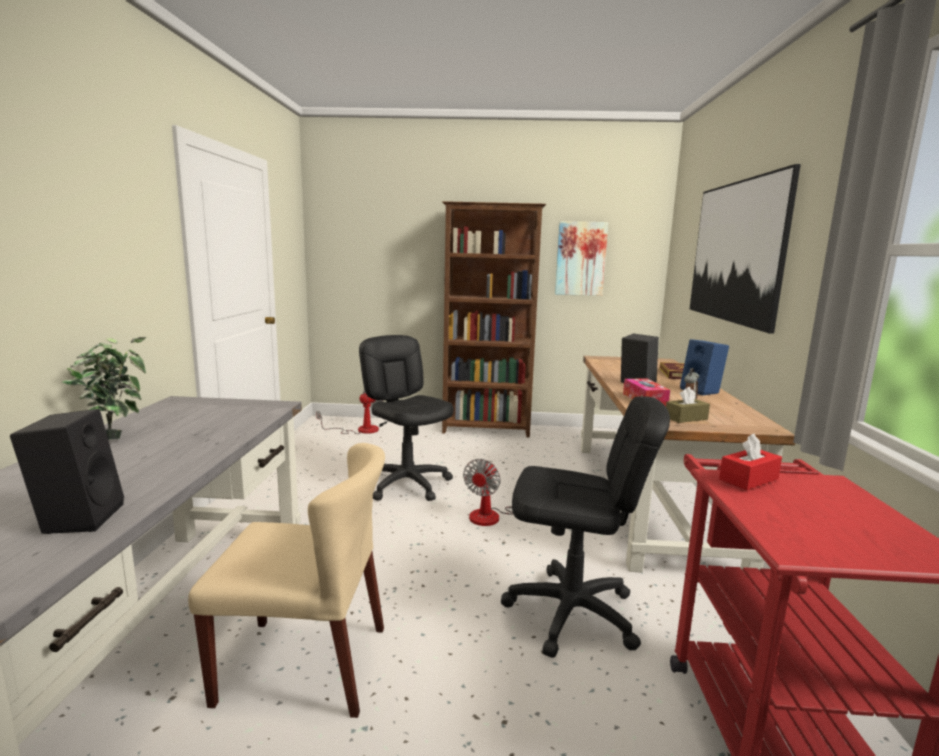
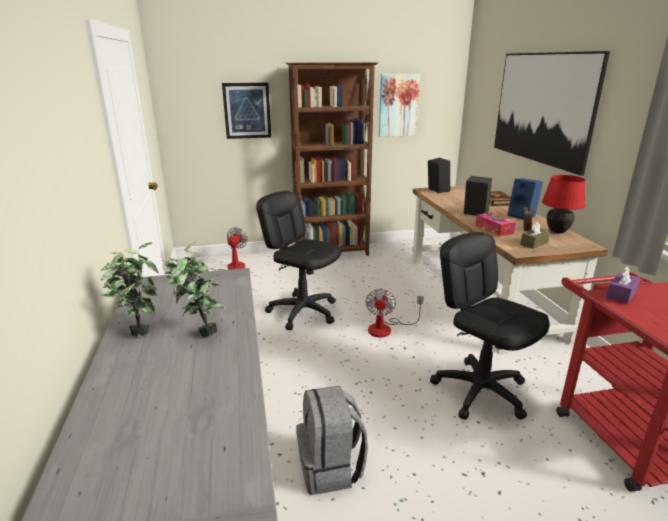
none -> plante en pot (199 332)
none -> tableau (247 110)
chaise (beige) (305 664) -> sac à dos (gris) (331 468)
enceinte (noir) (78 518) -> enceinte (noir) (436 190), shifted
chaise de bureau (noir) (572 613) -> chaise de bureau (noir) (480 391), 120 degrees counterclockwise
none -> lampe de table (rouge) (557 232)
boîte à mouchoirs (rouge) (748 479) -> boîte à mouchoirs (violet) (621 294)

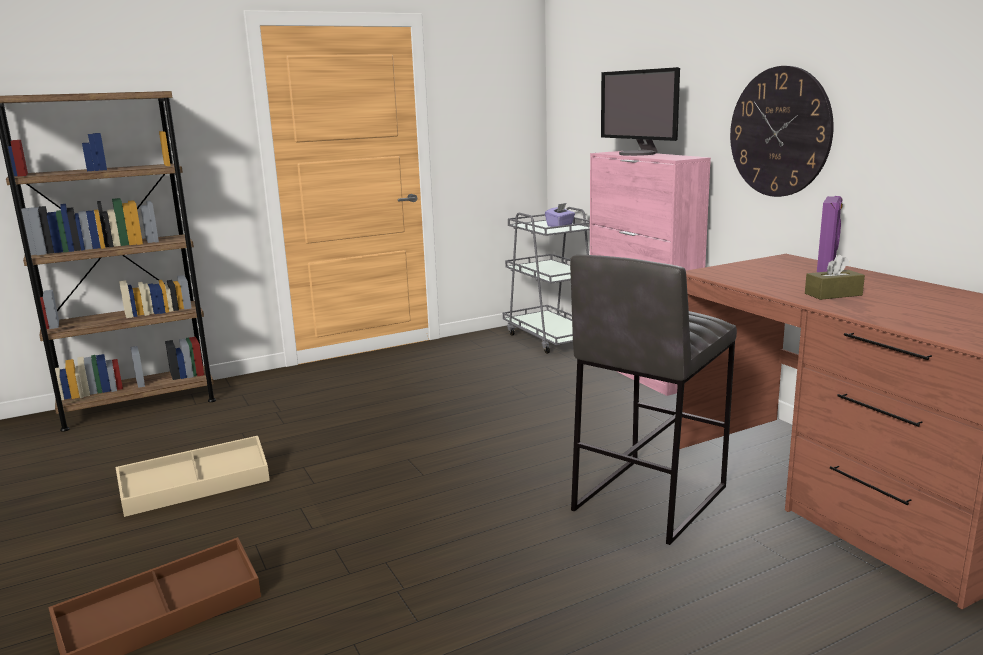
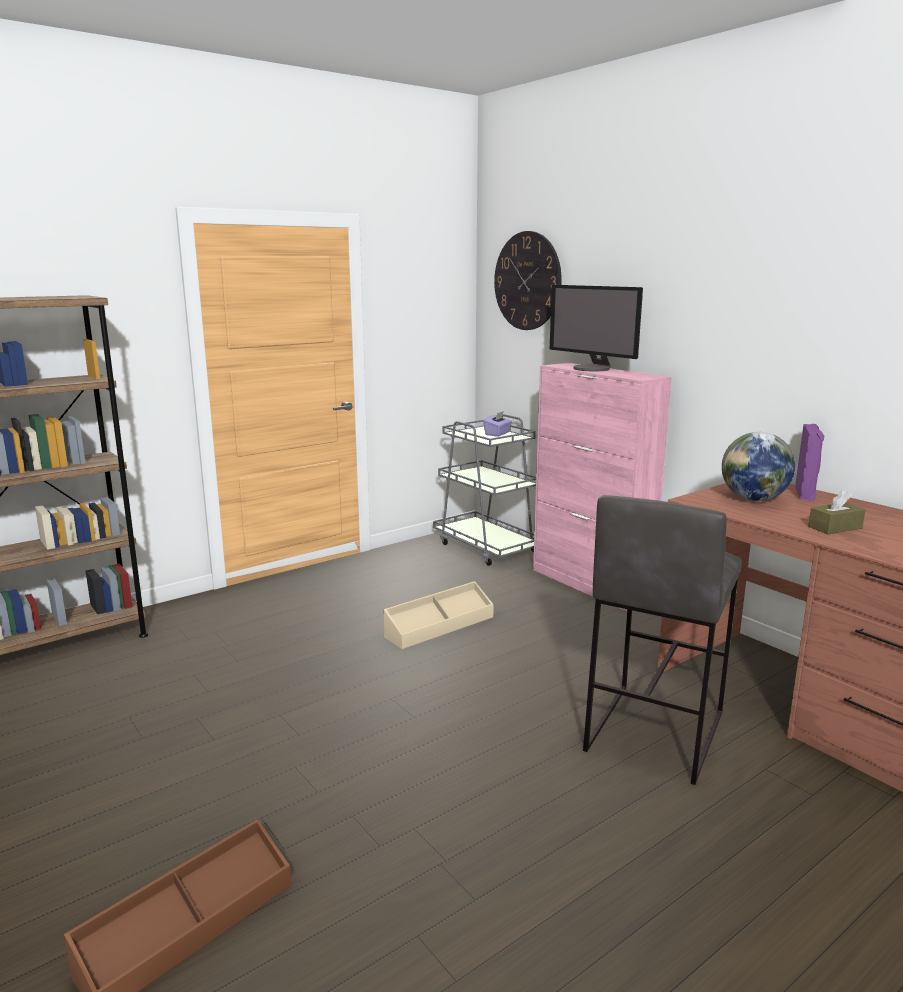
boîte de rangement (beige) (196 489) -> boîte de rangement (beige) (439 626), shifted
horloge murale (779 132) -> horloge murale (527 281), shifted
none -> globe (753 499)

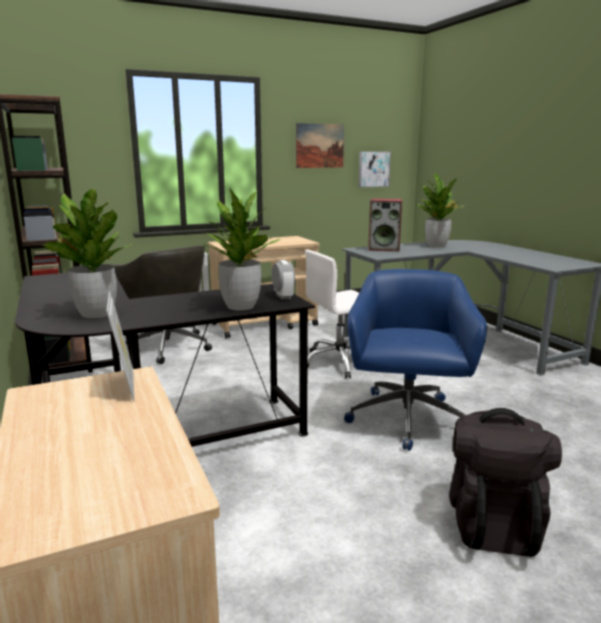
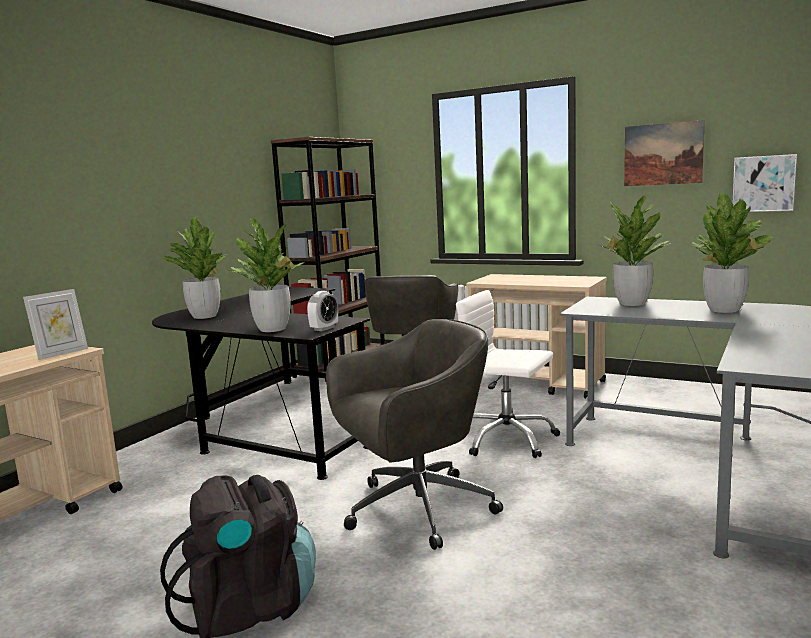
chaise de bureau (bleu) (406 420) -> chaise de bureau (gris) (415 510)
enceinte (384 249) -> plante en pot (631 303)

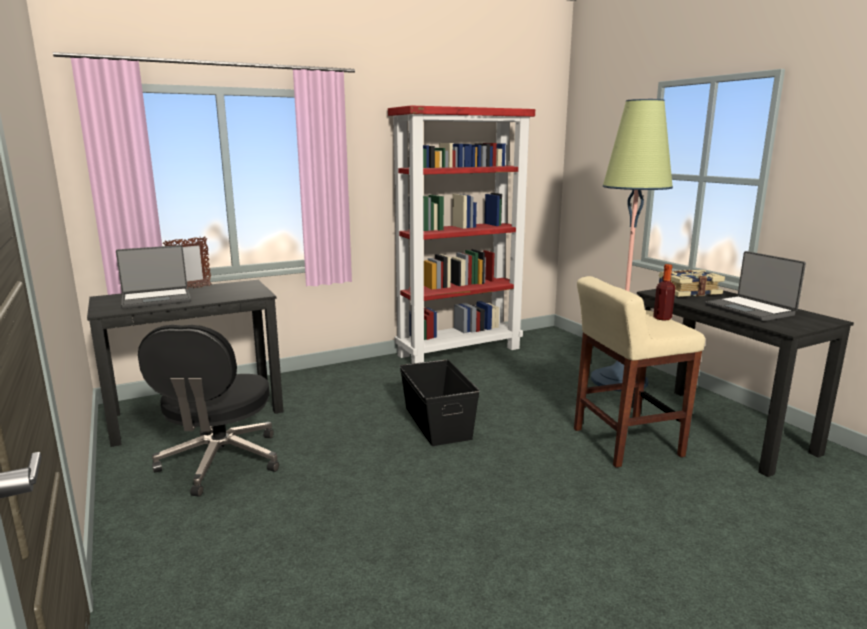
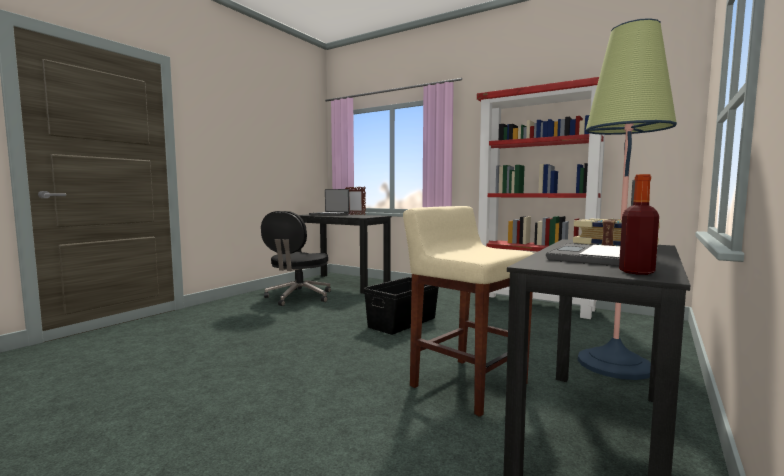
chaise de bureau (noir) (220 462) -> chaise de bureau (noir) (298 297), 45 degrees counterclockwise
bouteille (662 318) -> bouteille (636 272), shifted

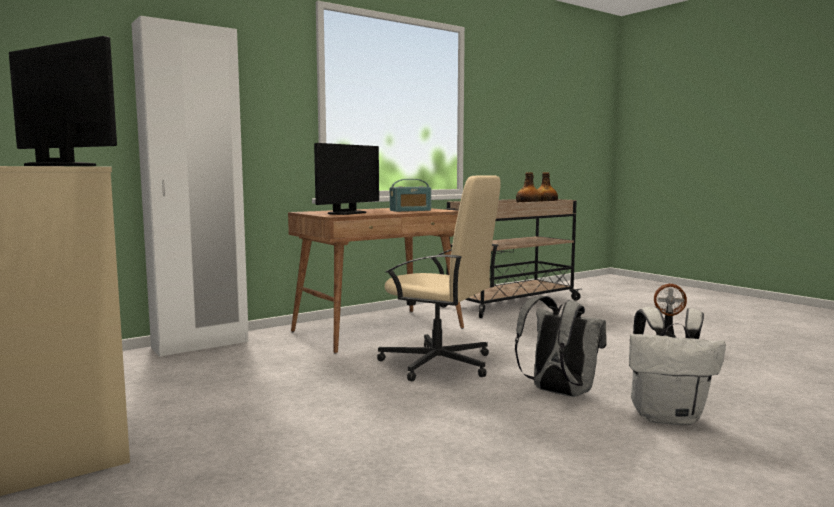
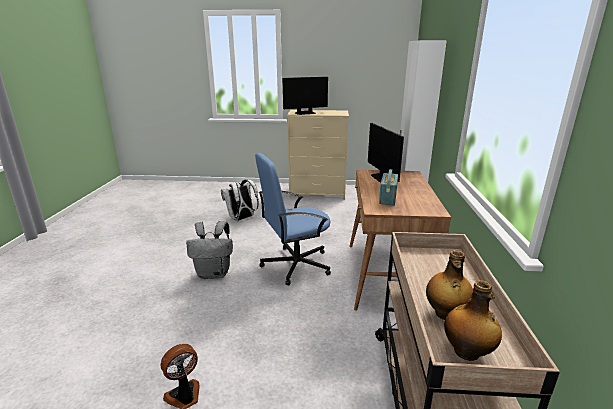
sac à dos (blanc) (667 417) -> sac à dos (blanc) (241 218), shifted
chaise de bureau (beige) (439 364) -> chaise de bureau (bleu) (295 265)

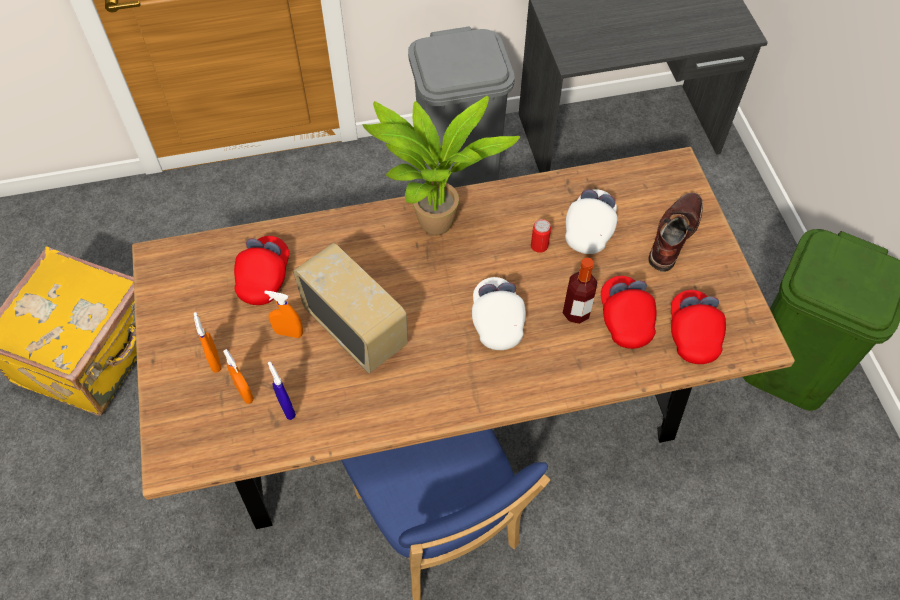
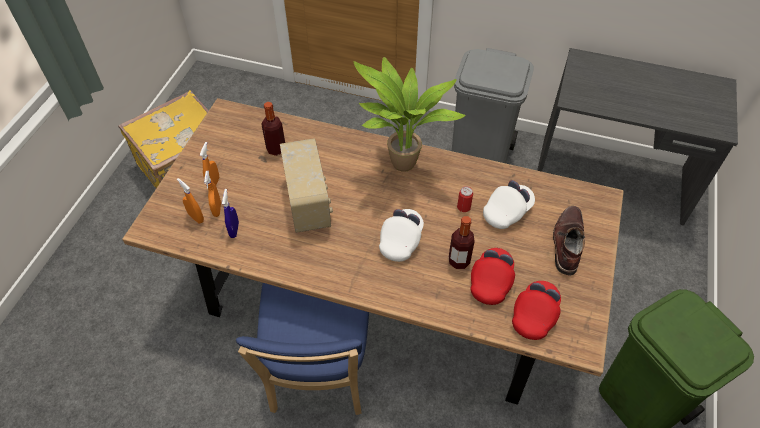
vaporisateur (orange) (288 333) -> vaporisateur (orange) (196 217), shifted
casquette (rouge) (264 277) -> bouteille (276 149)
botte (marron) (673 235) -> botte (marron) (567 243), 45 degrees counterclockwise

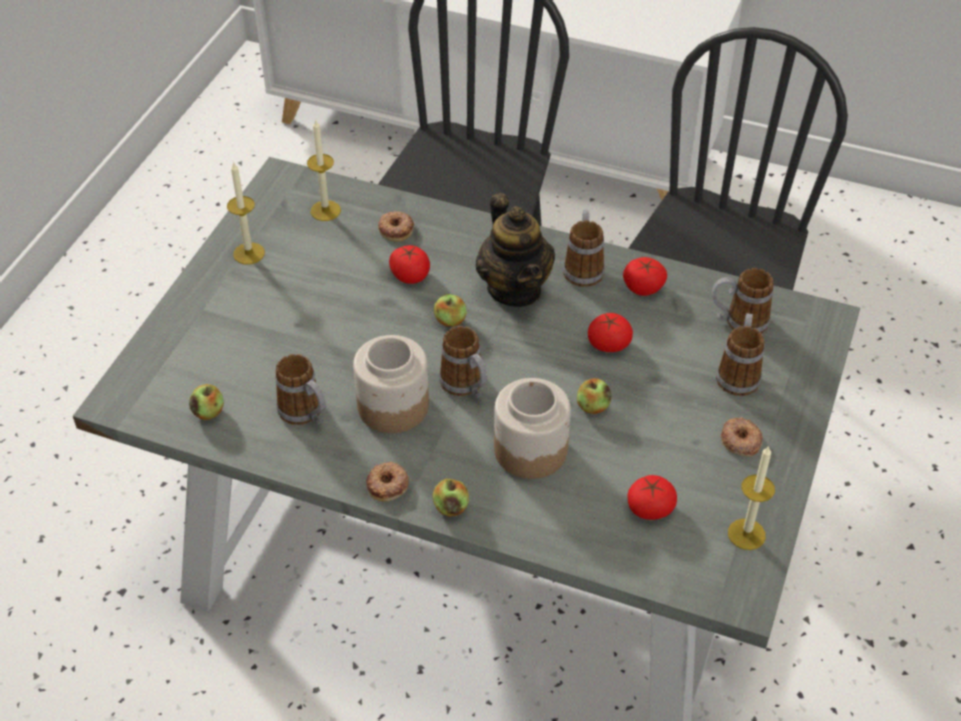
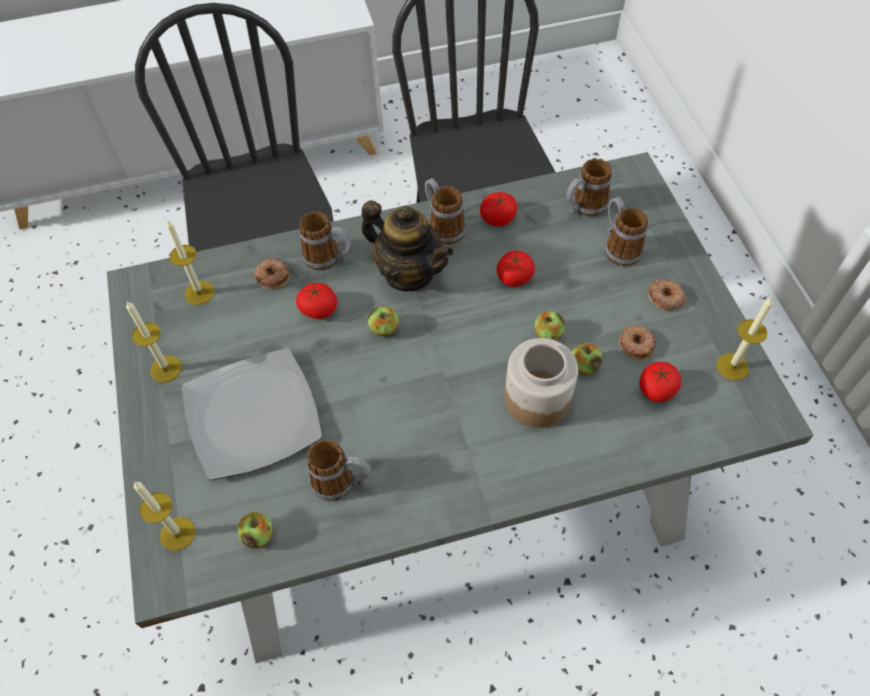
none -> bougie (177 533)
none -> assiette (251 415)
mug (466 387) -> mug (329 259), shifted
pomme (451 507) -> pomme (584 366), shifted
beignet (388 484) -> beignet (636 344), shifted
bocal (392 407) -> none

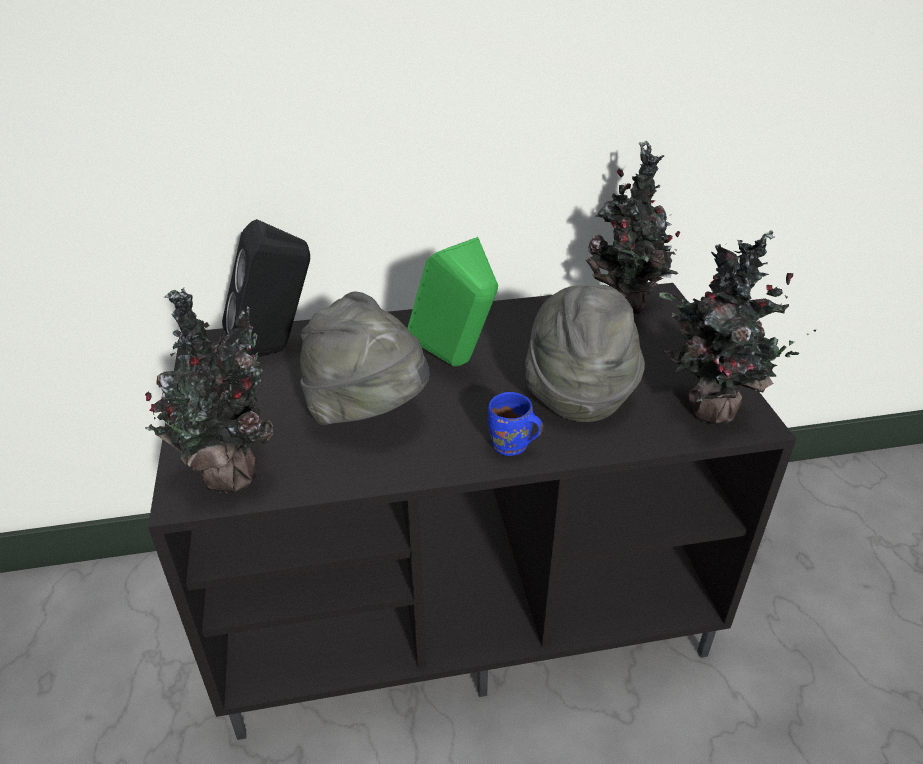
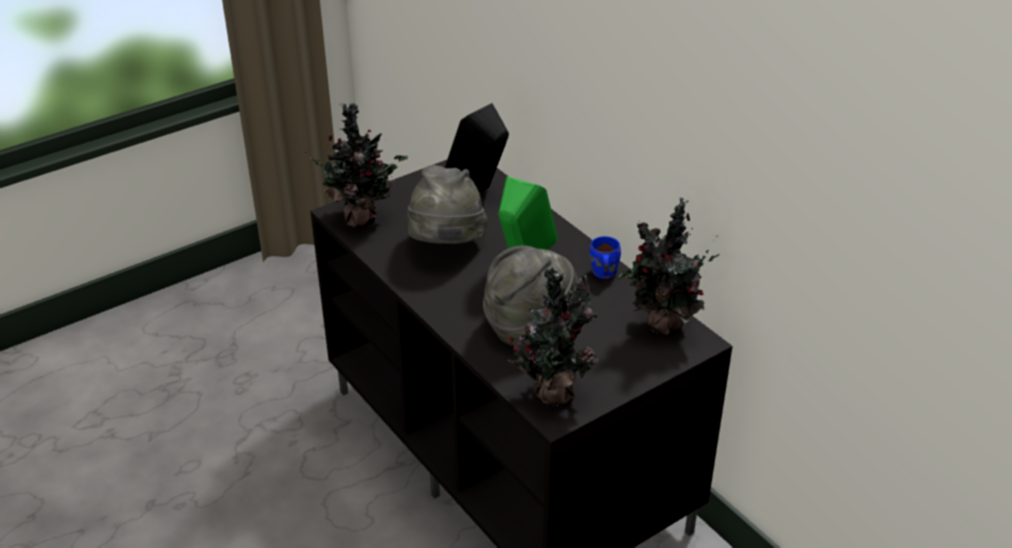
mug (bleu) (511 447) -> mug (bleu) (602 273), shifted

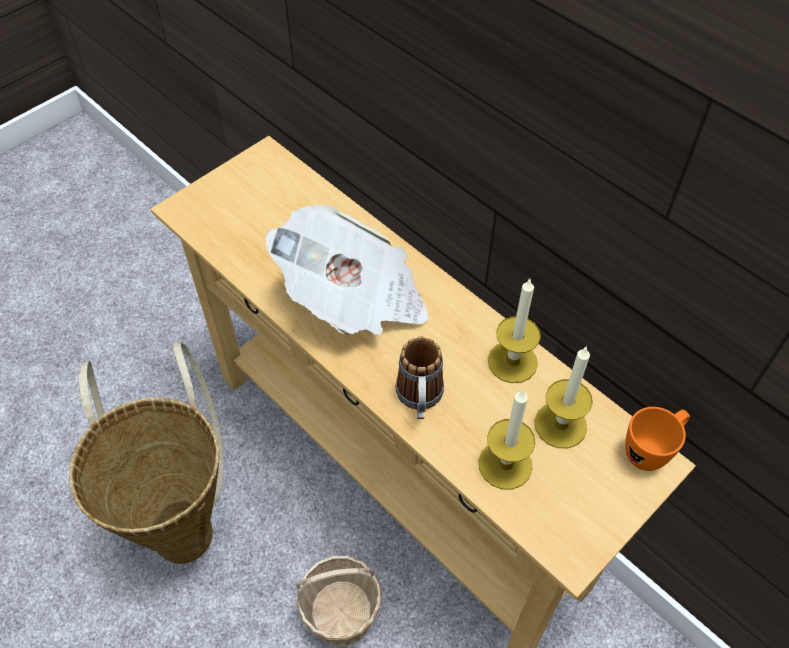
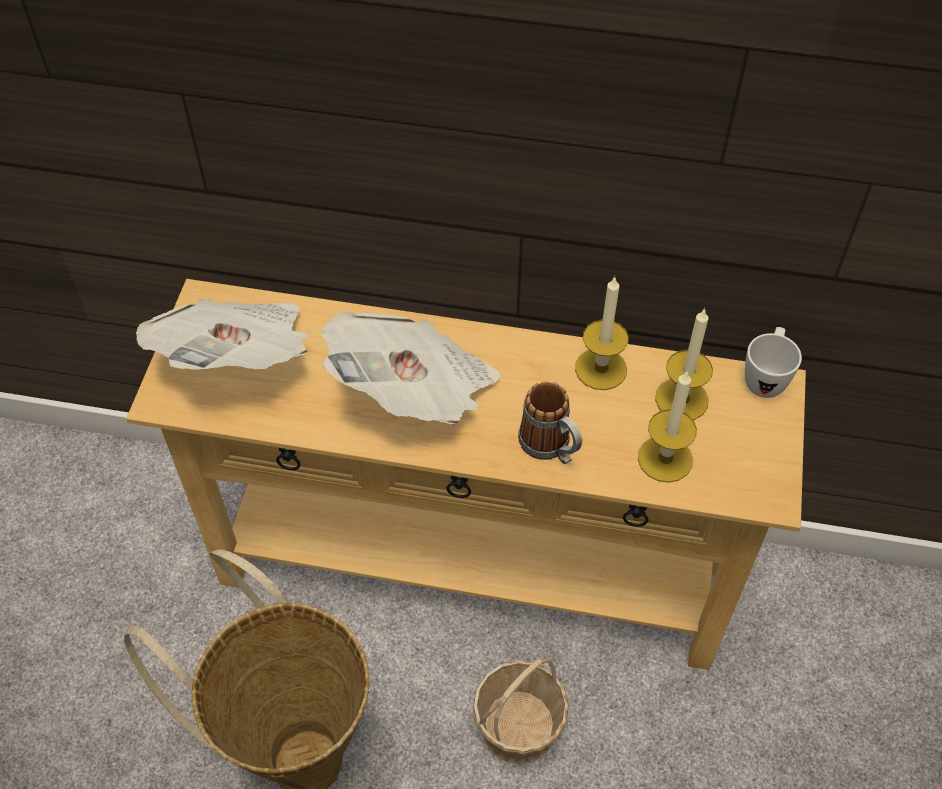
none -> journal (239 359)
mug (orange) (651 450) -> mug (blanc) (765 378)

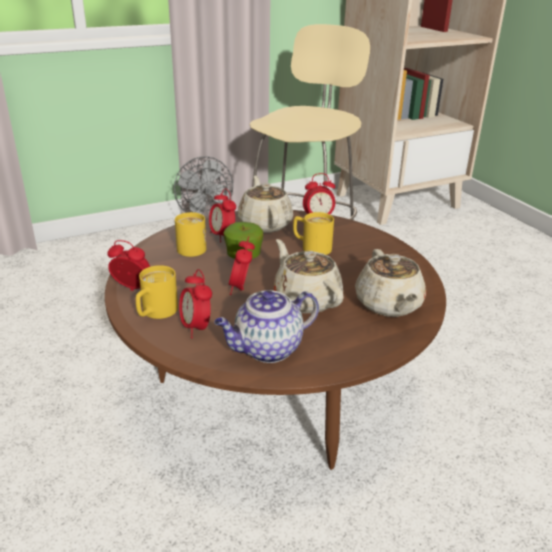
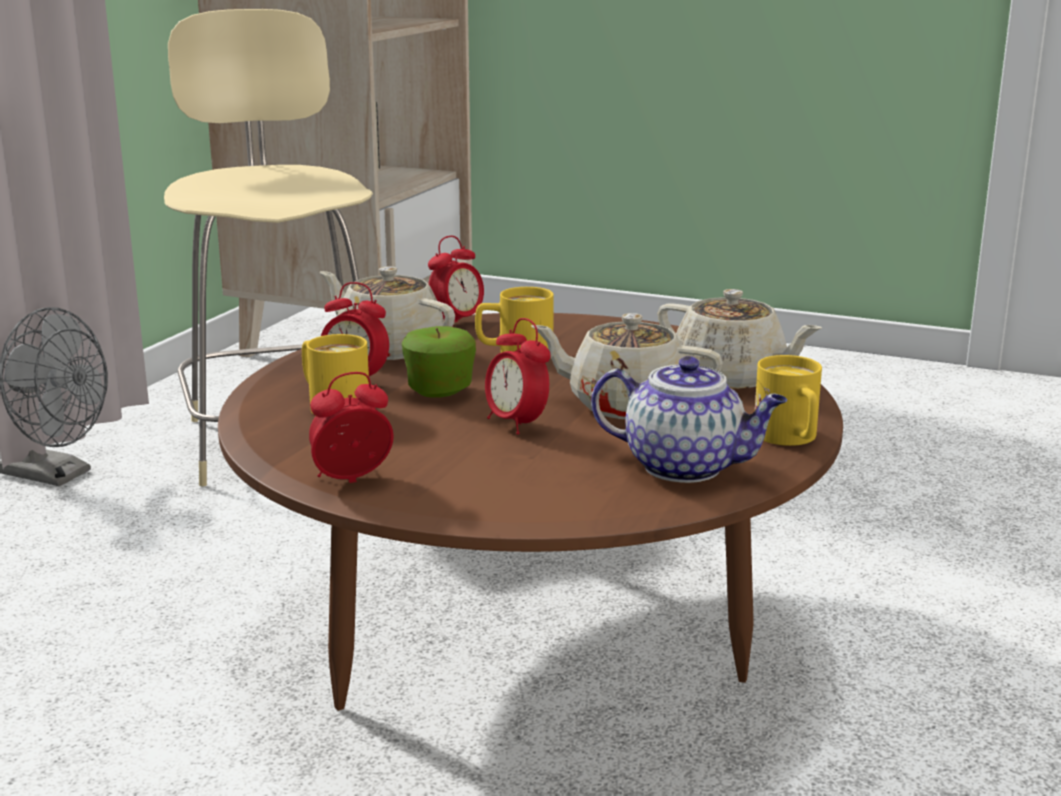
théière (267 349) -> théière (686 467), 90 degrees counterclockwise
mug (jaune) (155 313) -> mug (jaune) (790 439), shifted
réveil (196 328) -> none

